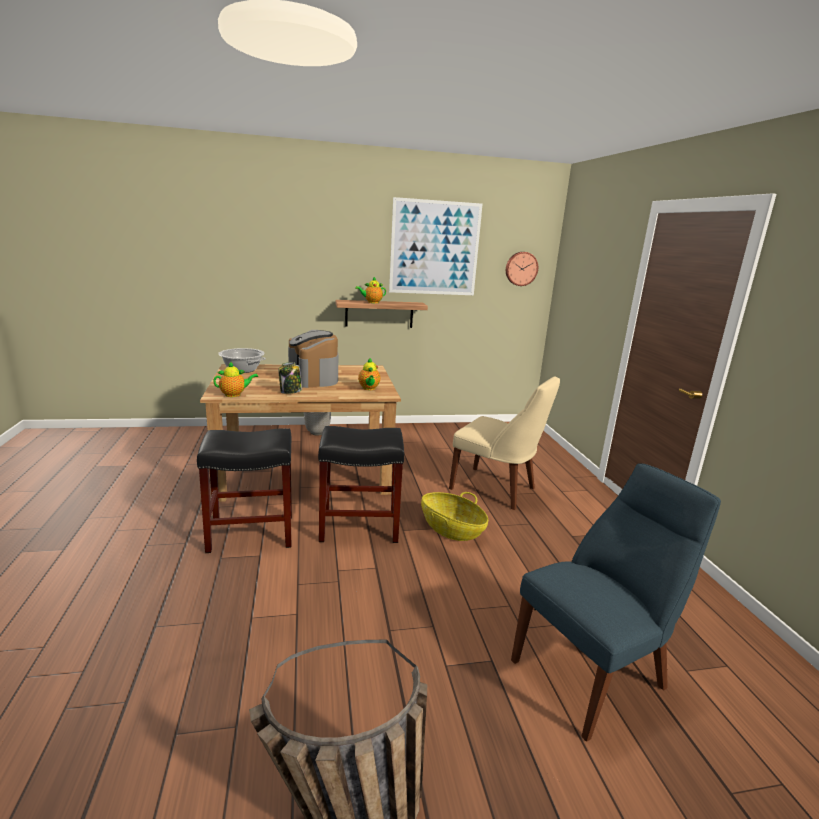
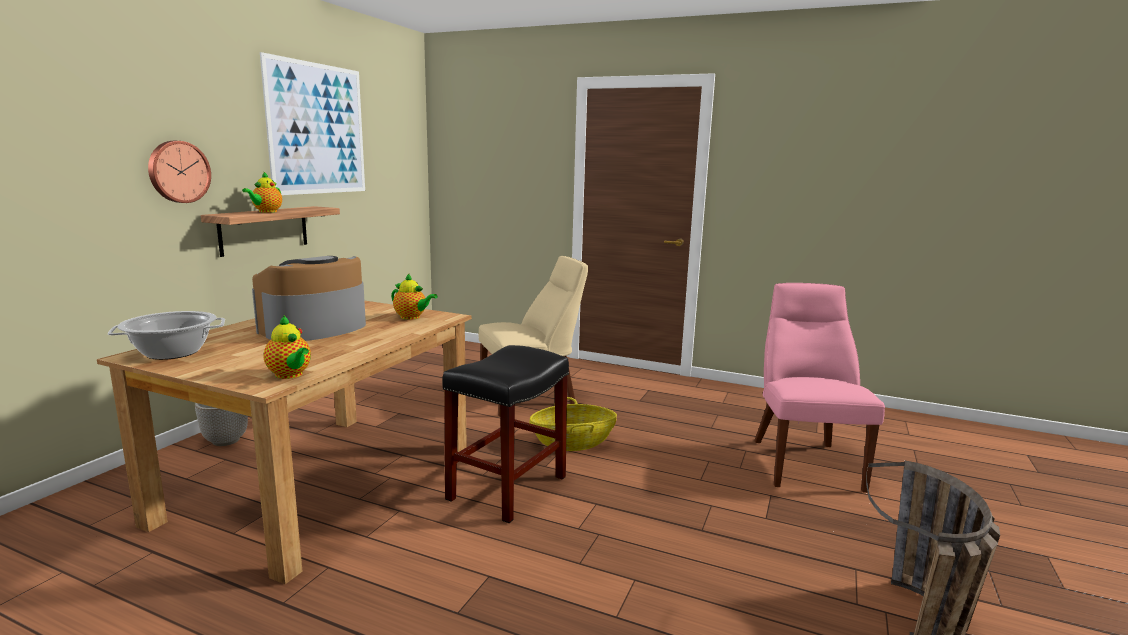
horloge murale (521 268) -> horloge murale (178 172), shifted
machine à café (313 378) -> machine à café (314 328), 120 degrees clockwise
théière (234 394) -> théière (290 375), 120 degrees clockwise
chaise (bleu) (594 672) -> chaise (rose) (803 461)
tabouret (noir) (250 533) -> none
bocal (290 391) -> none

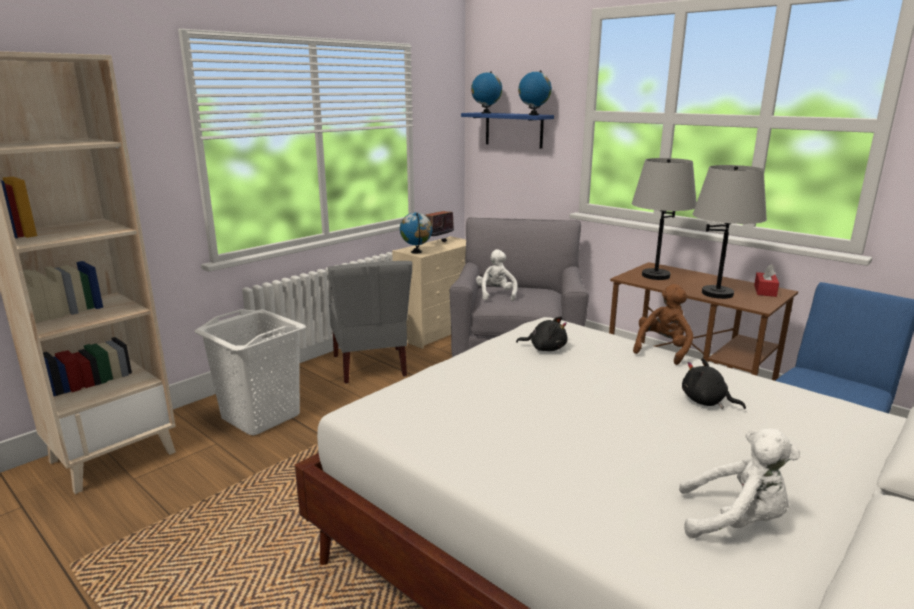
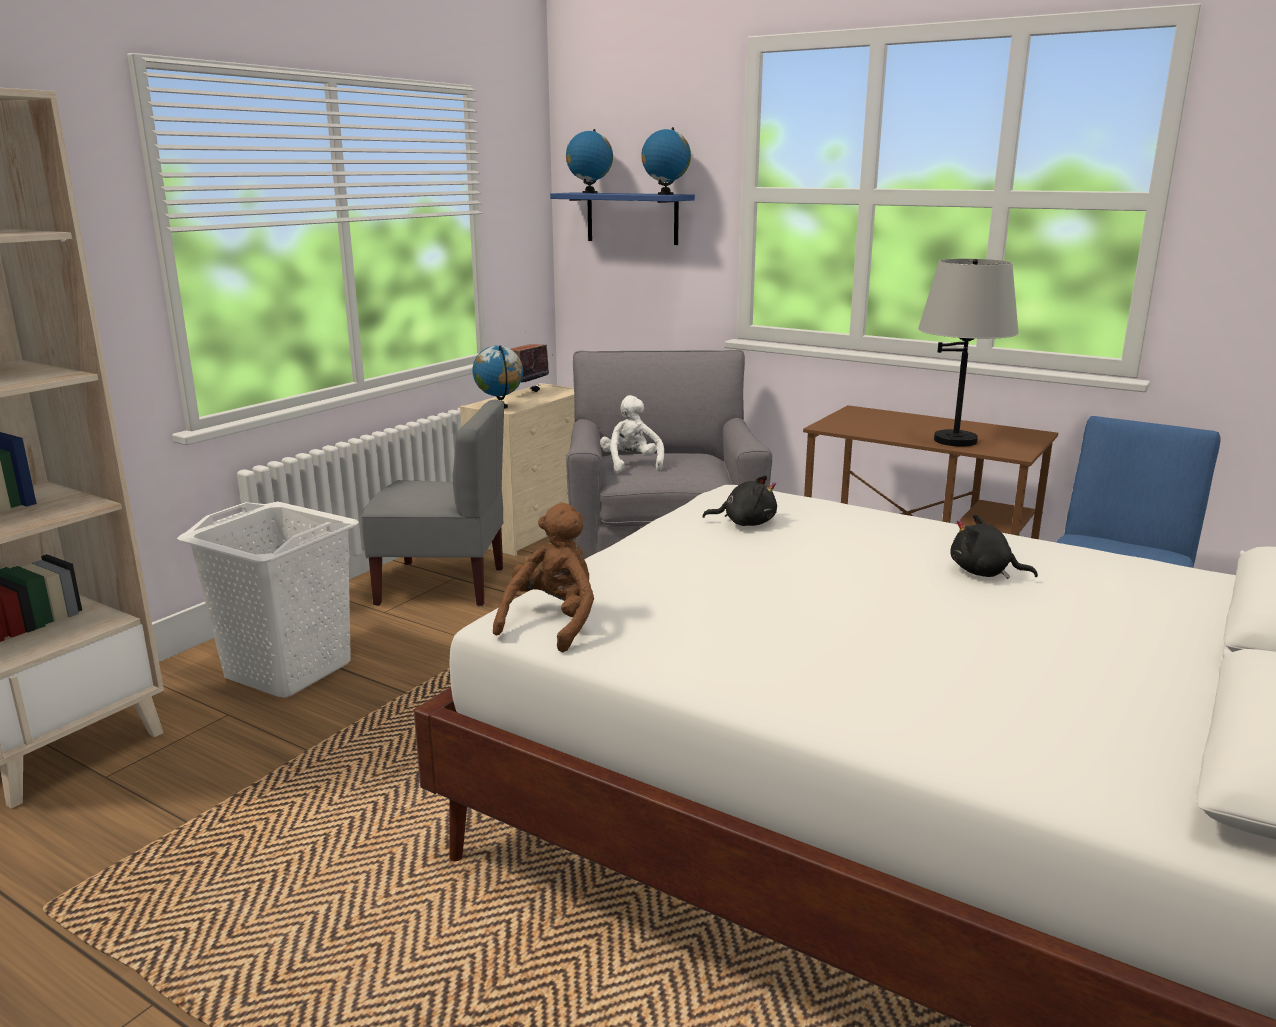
chaise (gris) (371 366) -> chaise (gris) (443 586), 60 degrees counterclockwise
peluche (marron) (663 349) -> peluche (marron) (553 623), shifted
lampe de table (gris) (655 276) -> none
peluche (blanc) (735 522) -> none
boîte à mouchoirs (rouge) (765 291) -> none

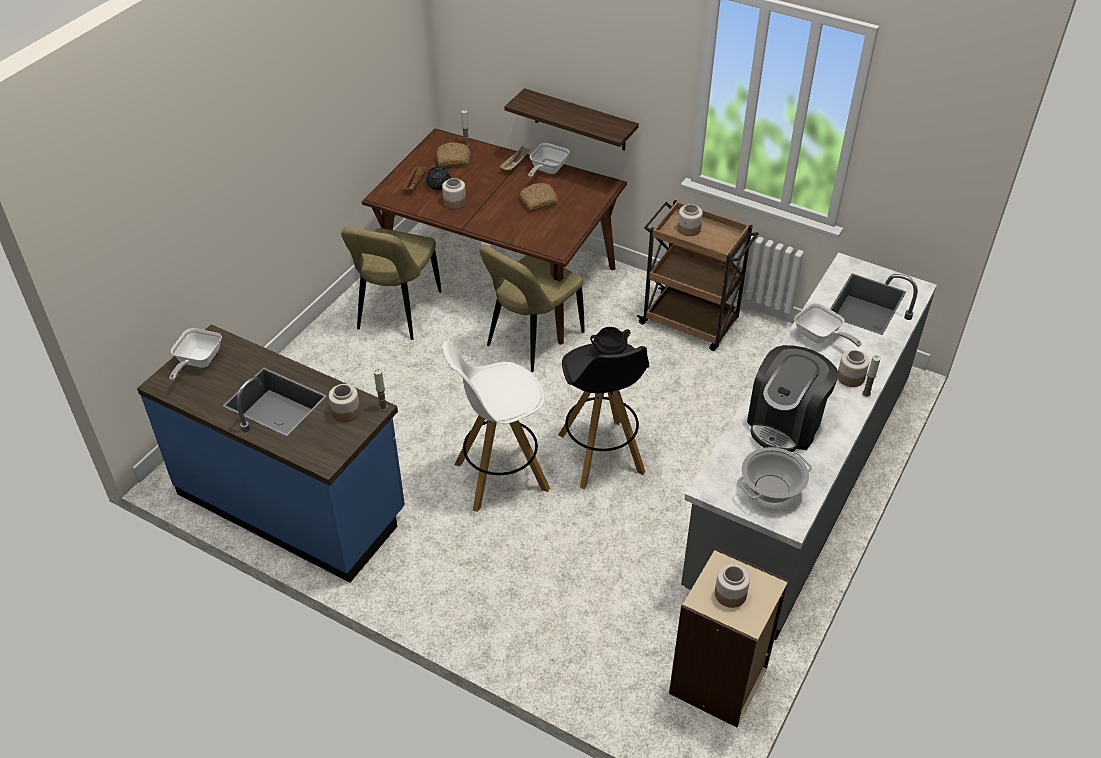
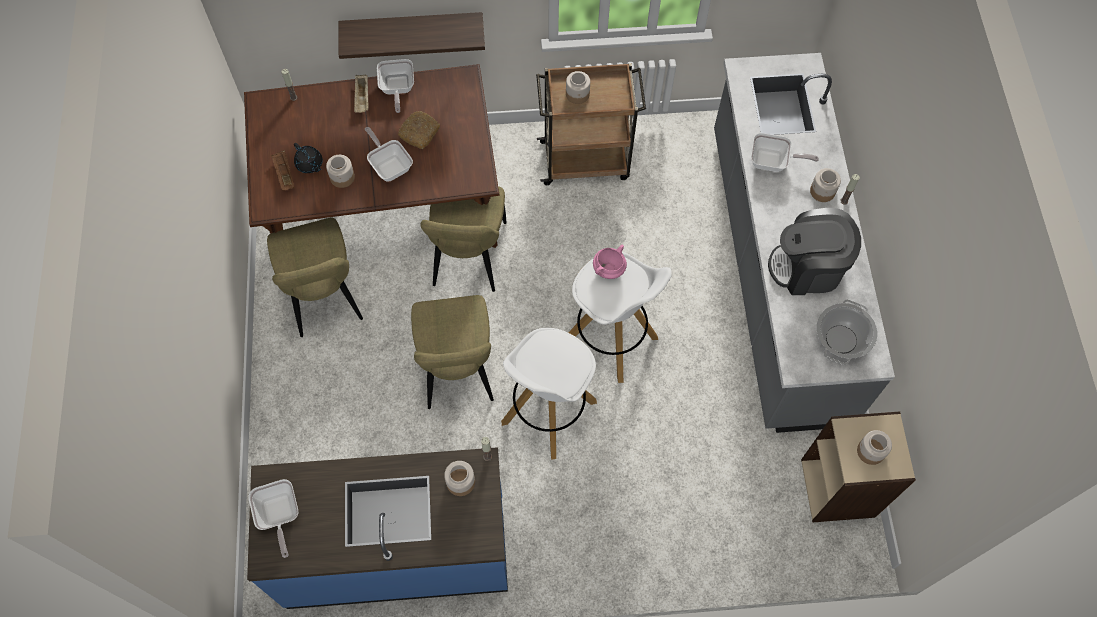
none -> poêle (389 165)
none -> chaise (beige) (457 371)
tabouret (noir) (601 454) -> tabouret (blanc) (611 340)
marmite (noir) (609 352) -> marmite (rose) (608 269)
machine à café (786 423) -> machine à café (807 268), 90 degrees clockwise
pain (454 160) -> none

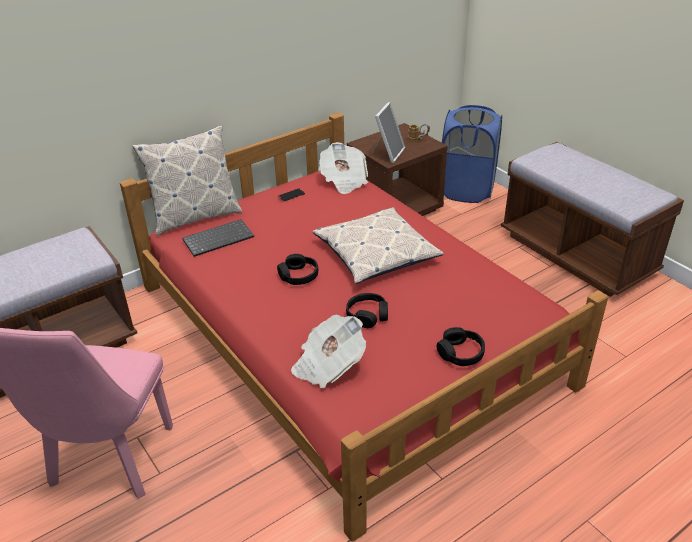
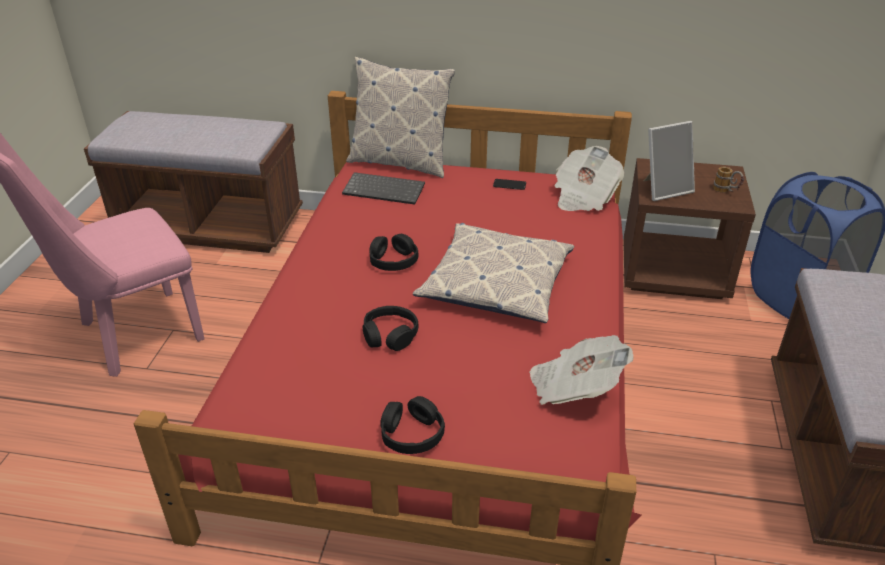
journal (328 365) -> journal (574 388), shifted

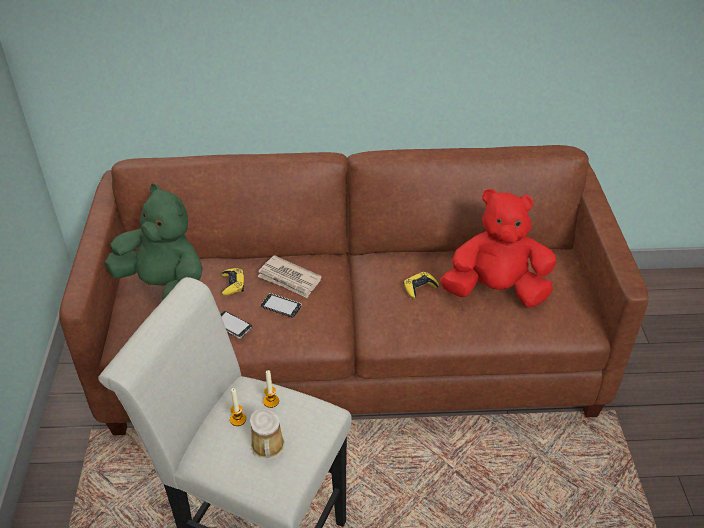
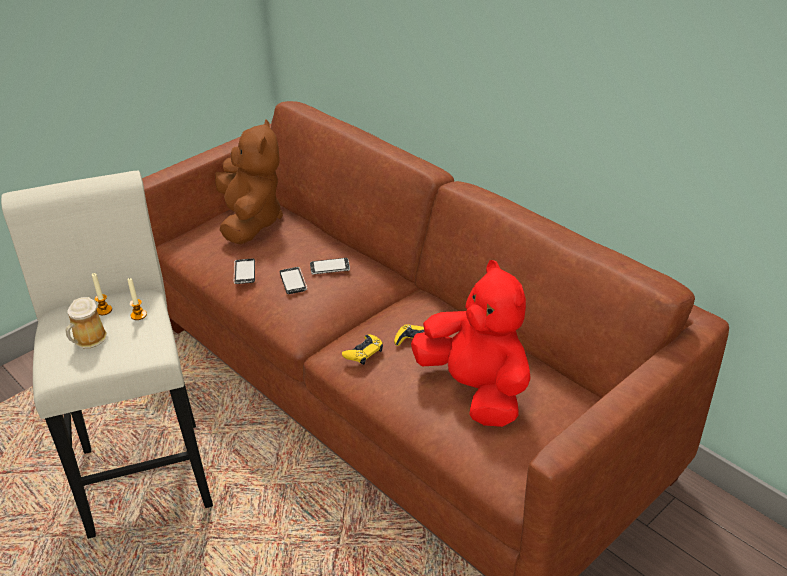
peluche (vert) (165 287) -> peluche (marron) (250 222)
journal (289 279) -> téléphone (330 267)
manette (jaune) (233 284) -> manette (jaune) (363 352), shifted

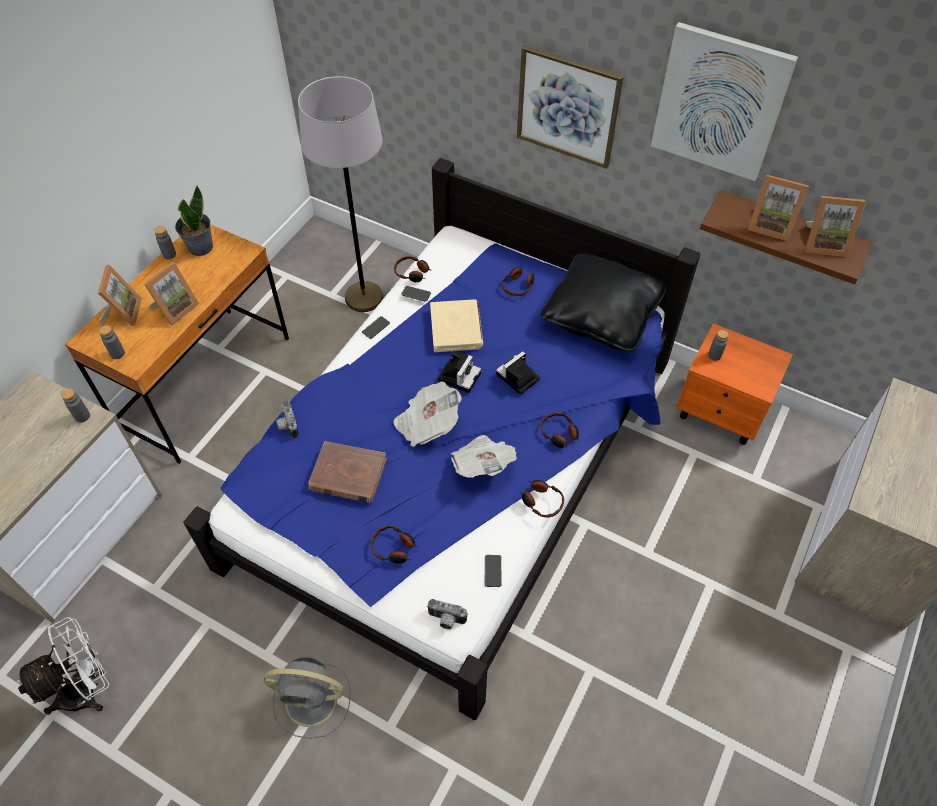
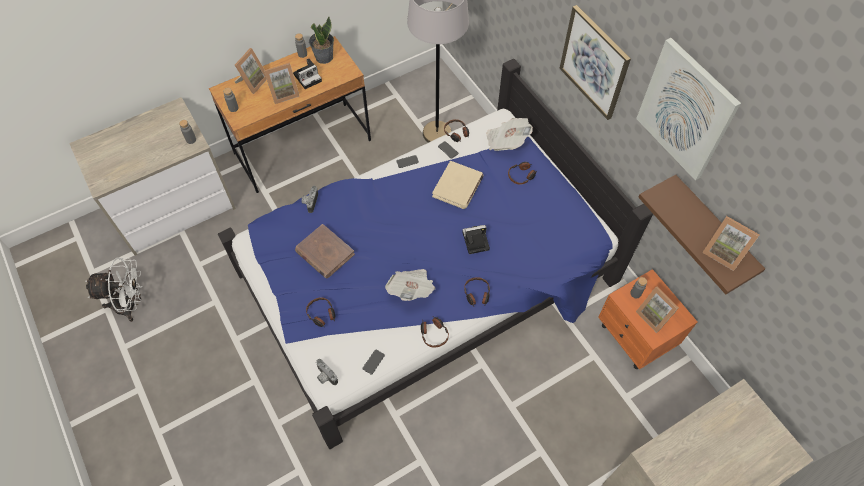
appareil photo (459 375) -> appareil photo (308 77), shifted
journal (427 424) -> journal (506 141), shifted
cadre photo (770 225) -> cadre photo (654 315), shifted
ventilateur (gris) (313 700) -> none
coussin (noir) (601 315) -> none

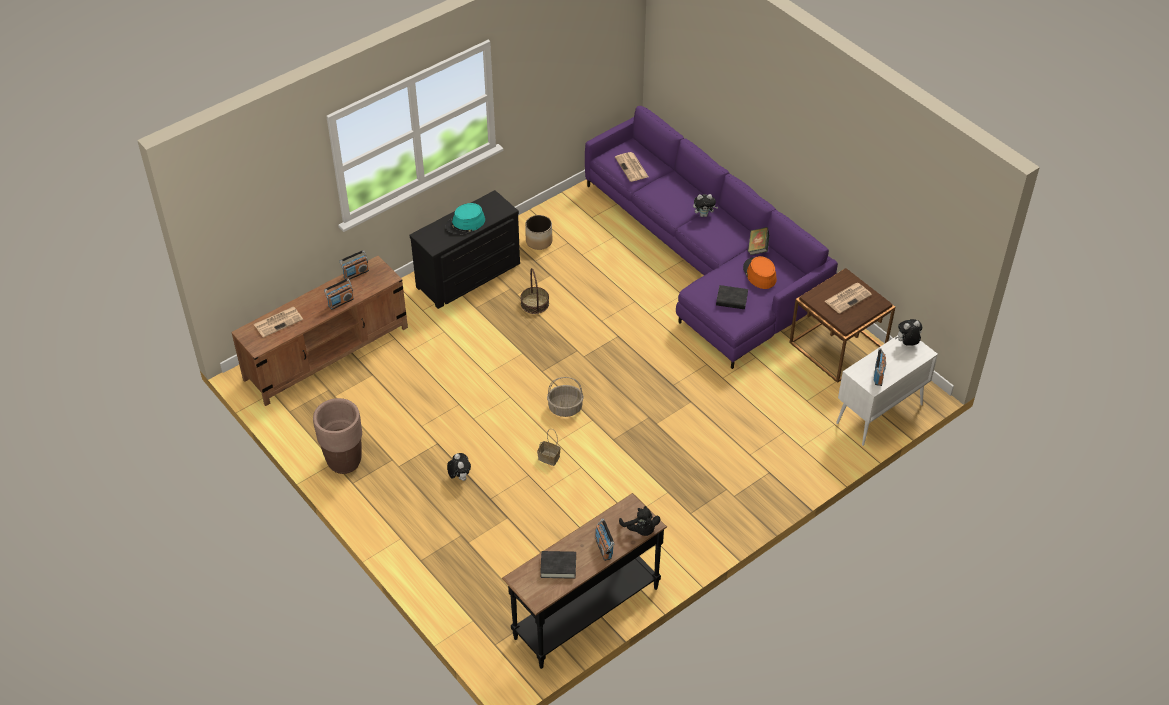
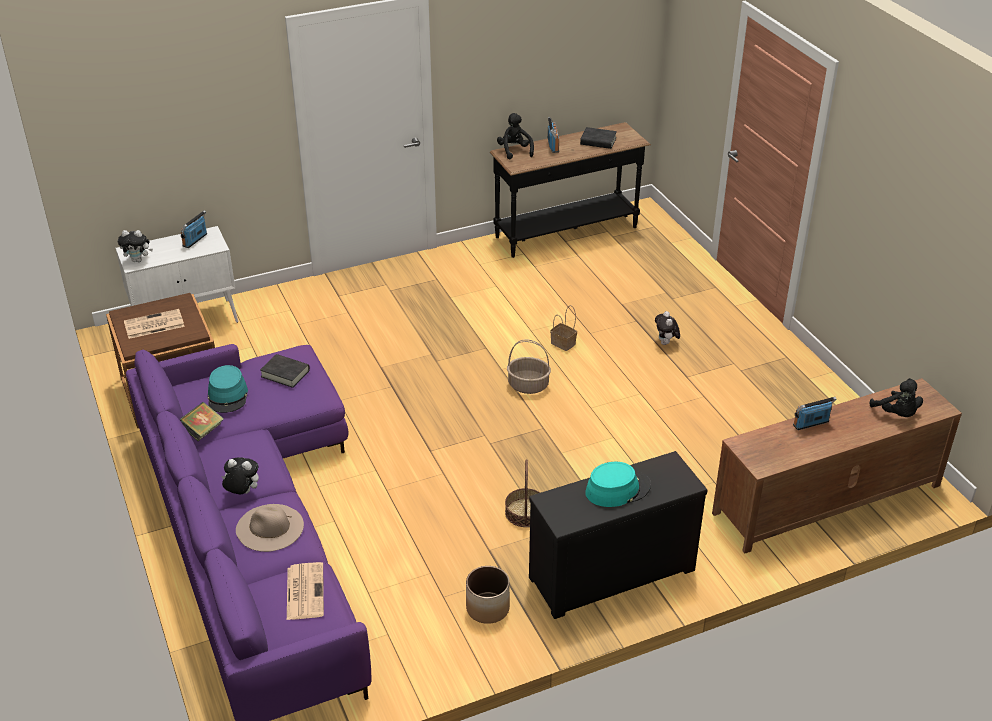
chapeau (orange) (759 274) -> chapeau (turquoise) (228 396)
none -> chapeau (beige) (269 527)
journal (278 321) -> peluche (noir) (896 414)
cache-pot (marron) (344 462) -> none
radio (356 273) -> none

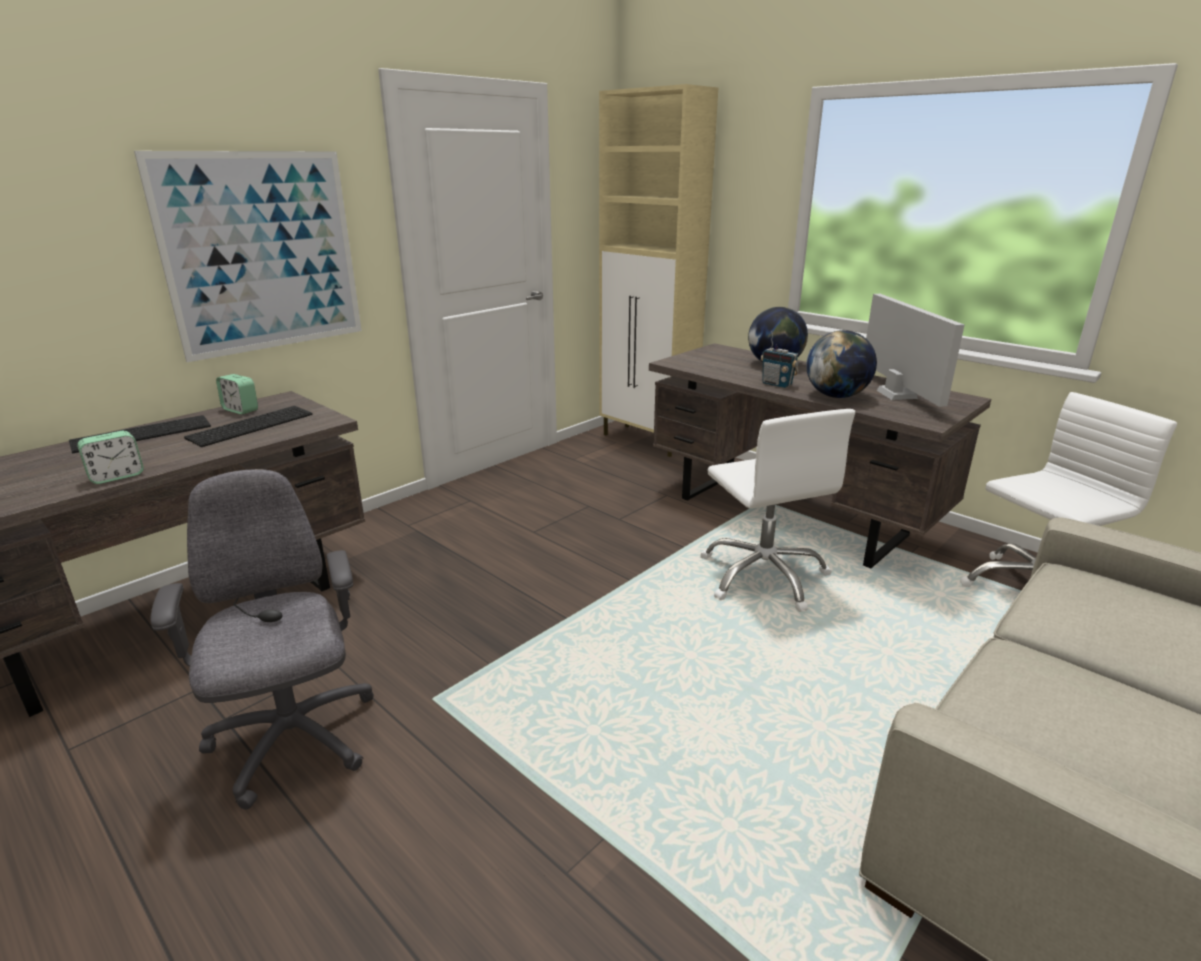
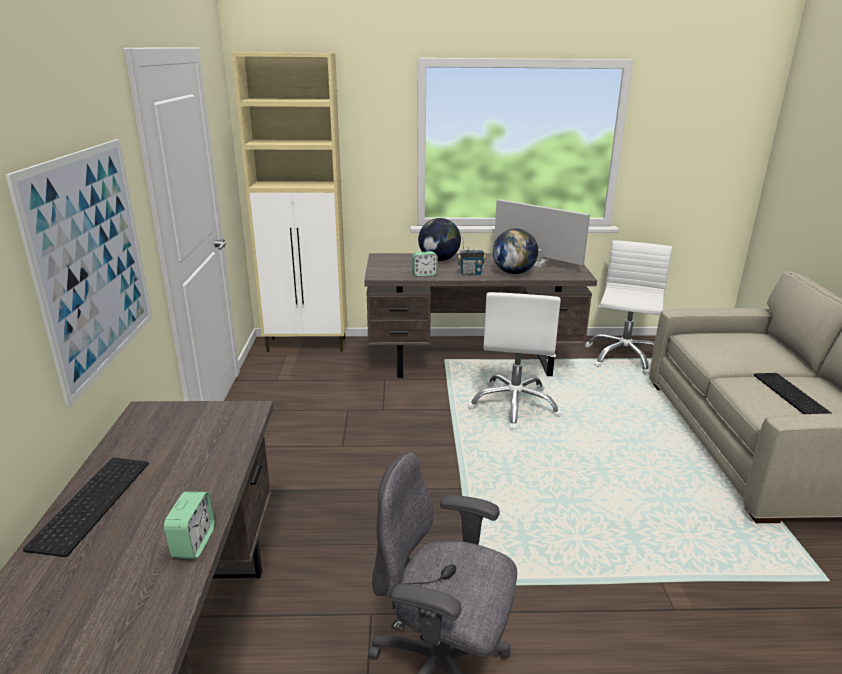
réveil (241 410) -> réveil (424 274), shifted
chaise de bureau (blanc) (764 576) -> chaise de bureau (blanc) (514 405), 75 degrees clockwise
clavier (251 425) -> clavier (790 395), shifted

